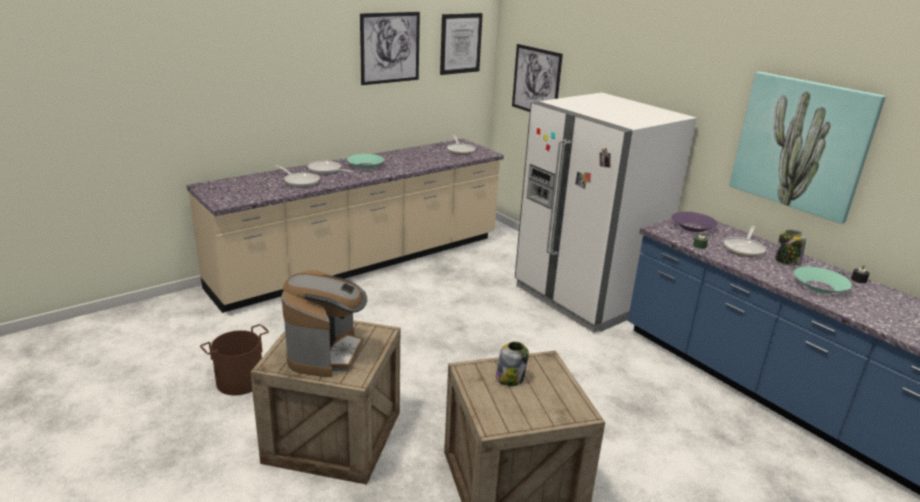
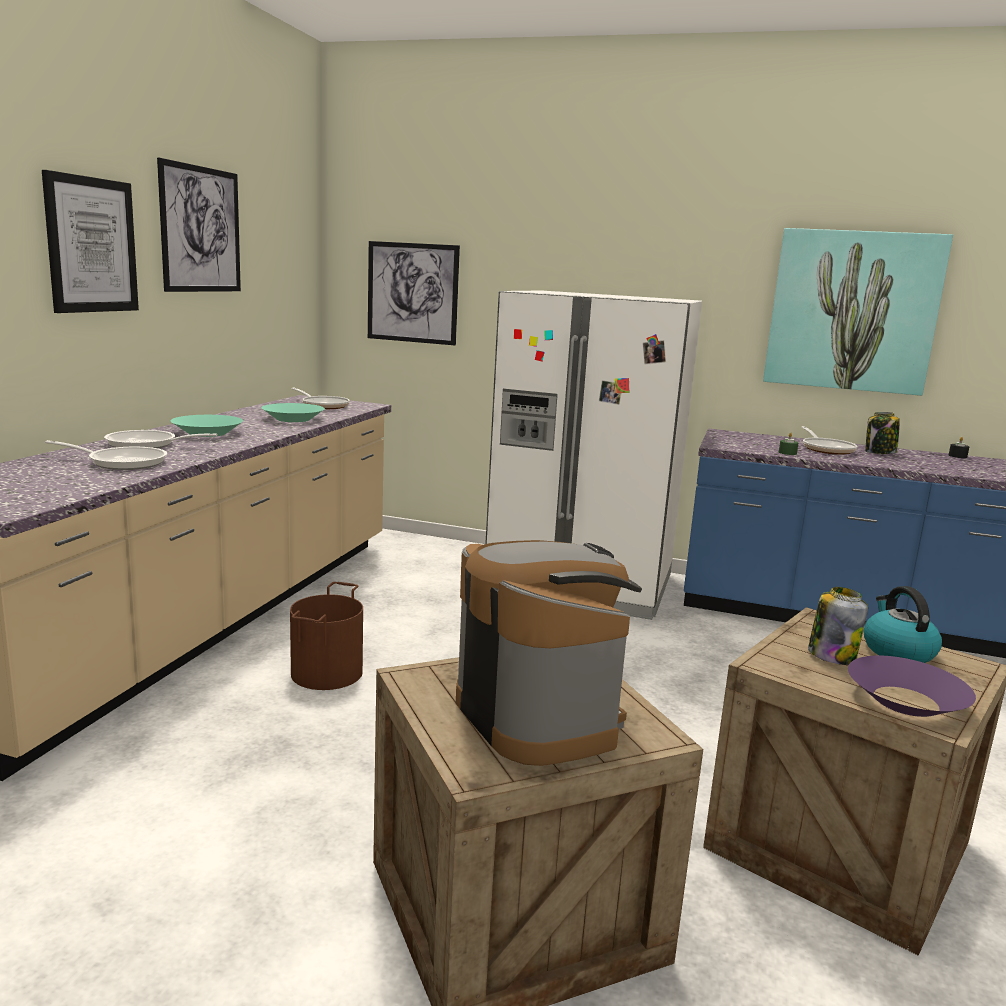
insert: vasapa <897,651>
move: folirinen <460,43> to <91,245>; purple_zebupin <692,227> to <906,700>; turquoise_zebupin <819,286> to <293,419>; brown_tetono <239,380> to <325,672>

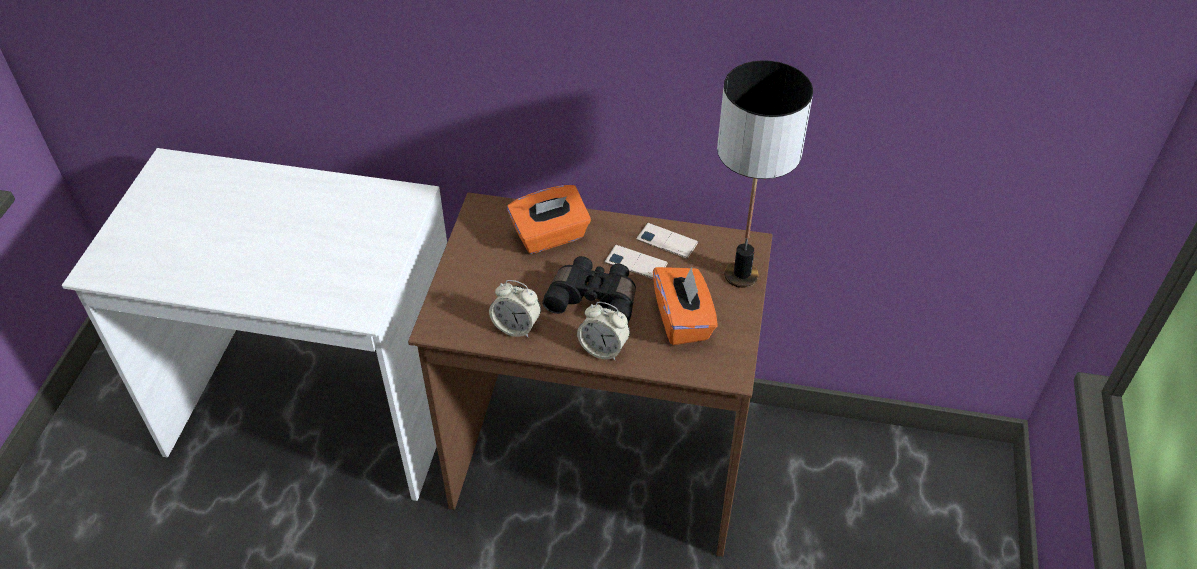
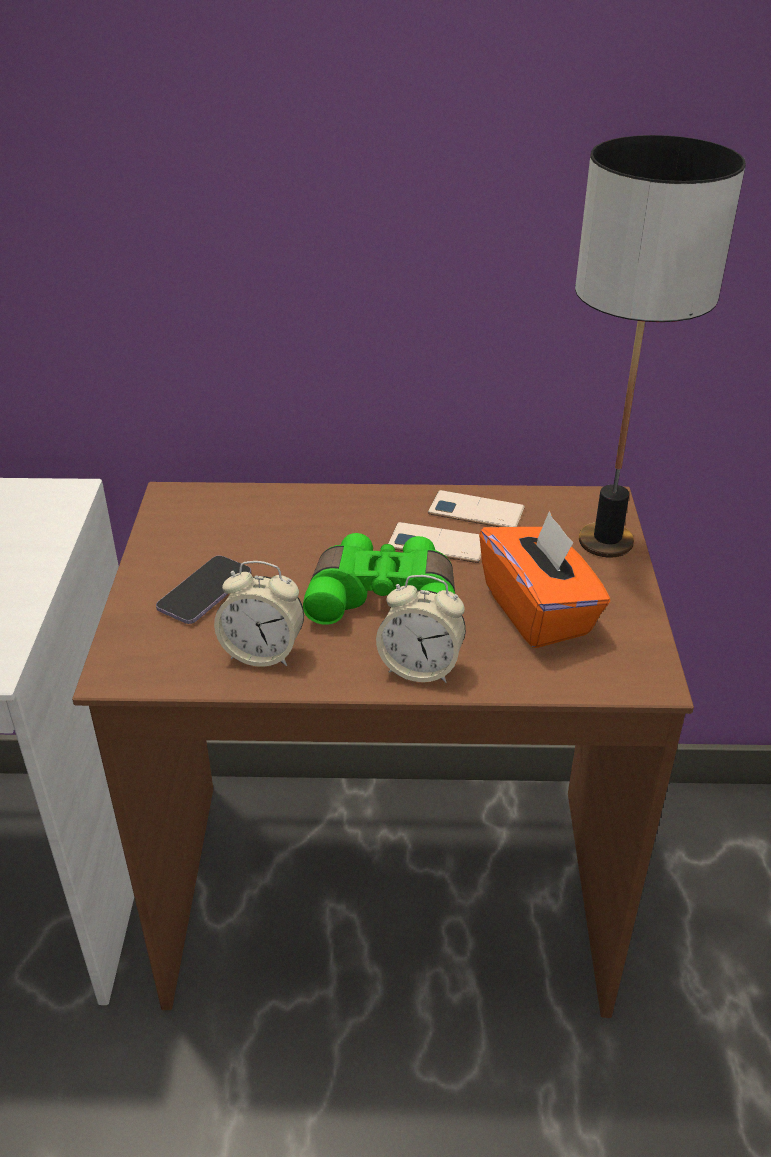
delete: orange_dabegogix <550,236>
insert: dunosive <205,592>
recolor: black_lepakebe <594,298> to green_lepakebe <384,597>

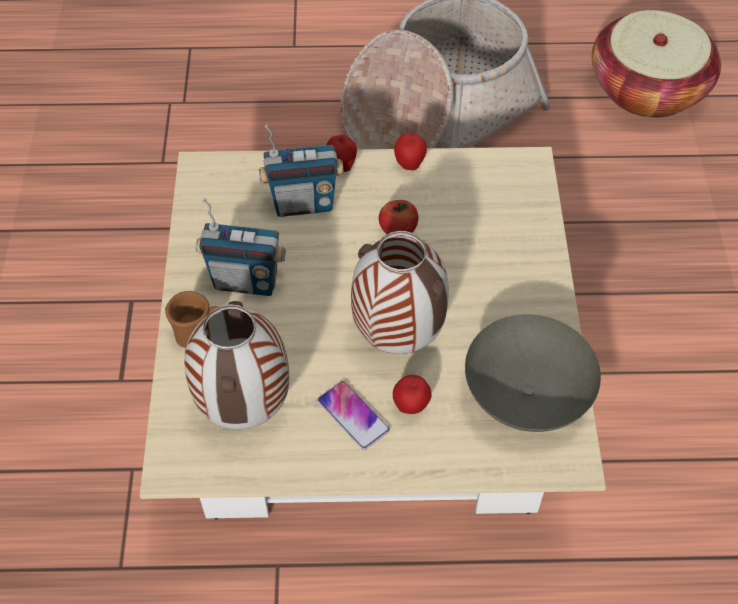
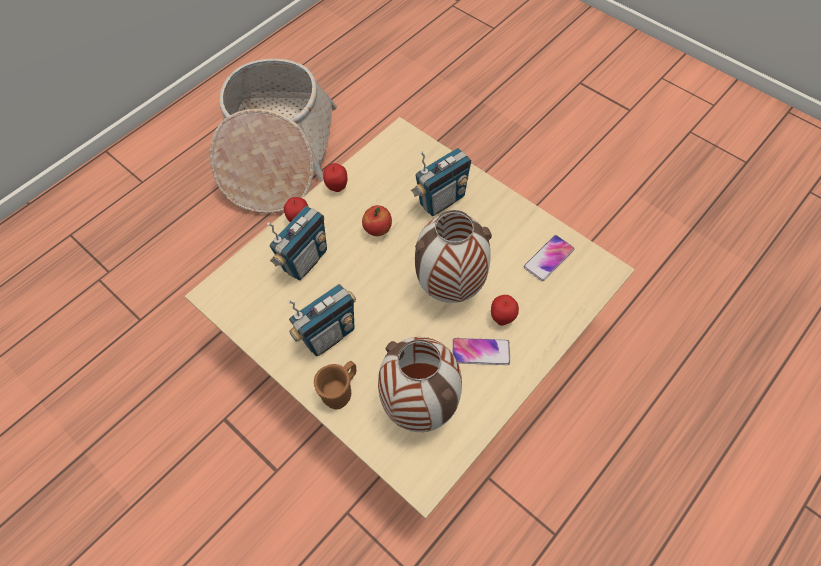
delete: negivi <647,89>
insert: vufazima <441,200>
replace: grey_zebupin <527,397> to dunosive <548,258>

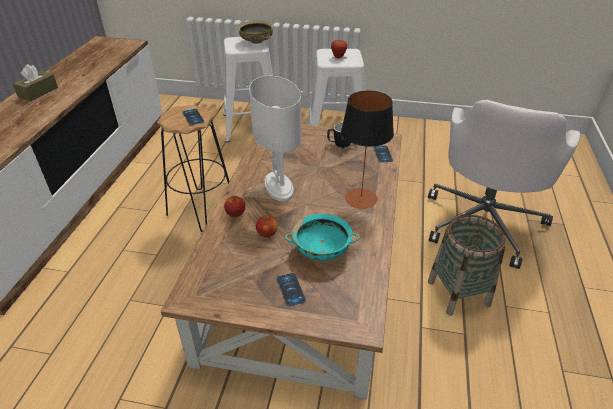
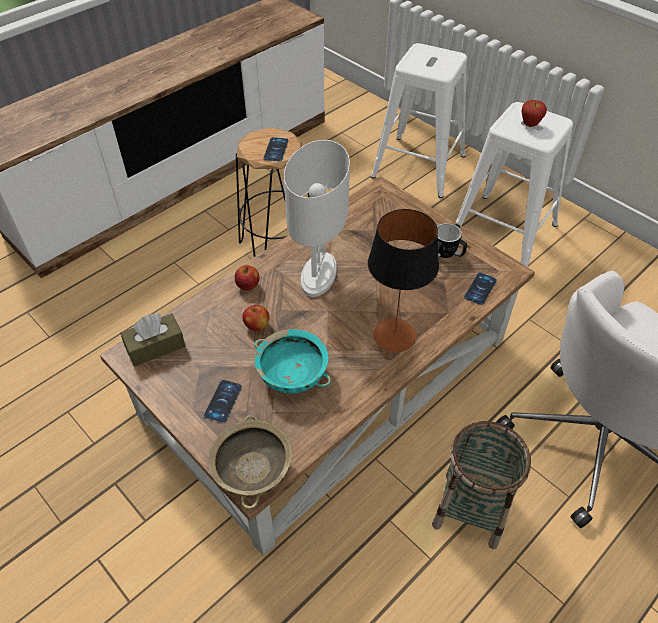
move: beige_zebupin <256,41> to <253,472>; brown_dabegogix <38,92> to <155,346>

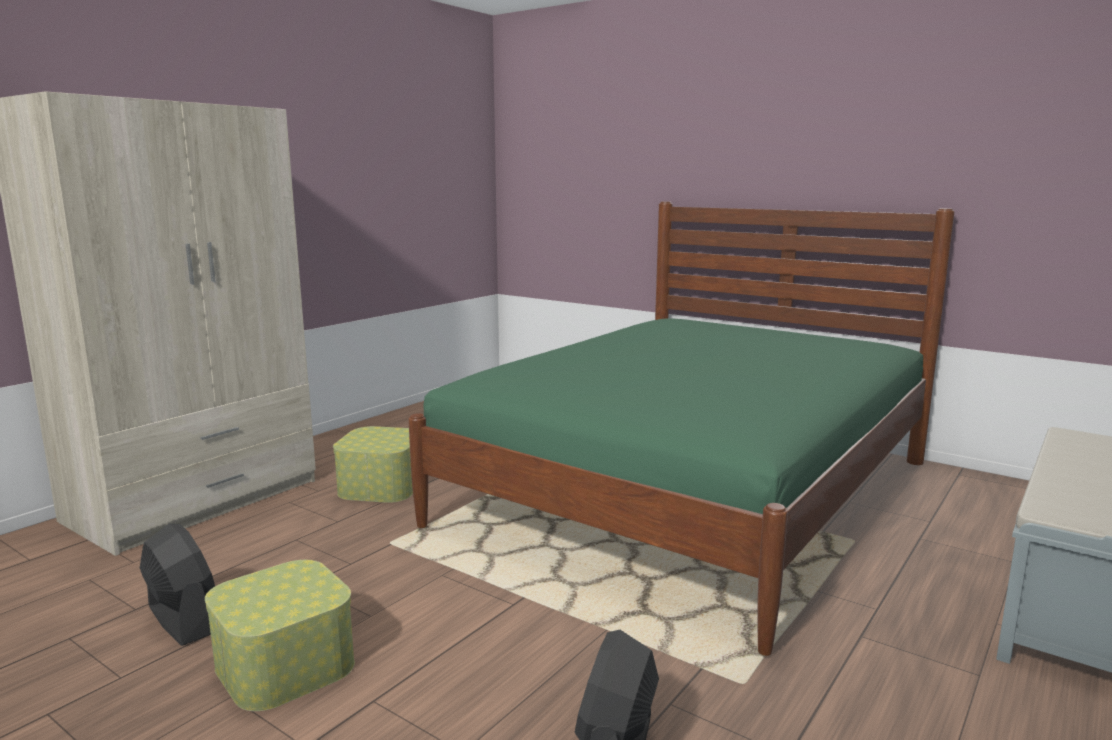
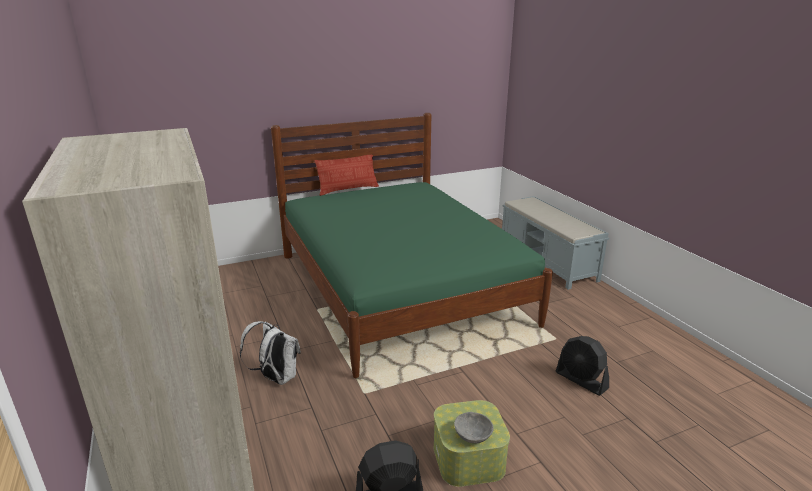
insert: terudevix <348,189>; grey_zebupin <472,435>
replace: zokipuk <381,486> to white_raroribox <276,378>

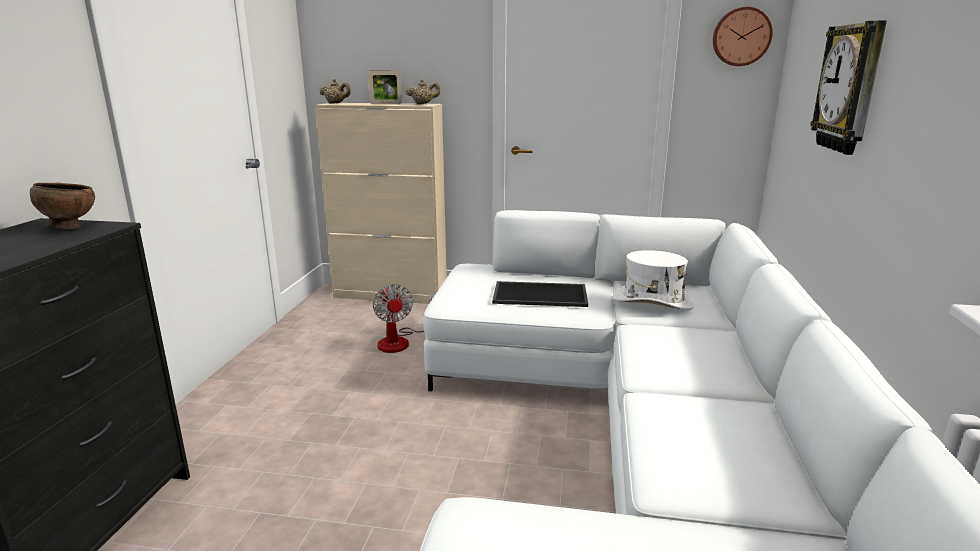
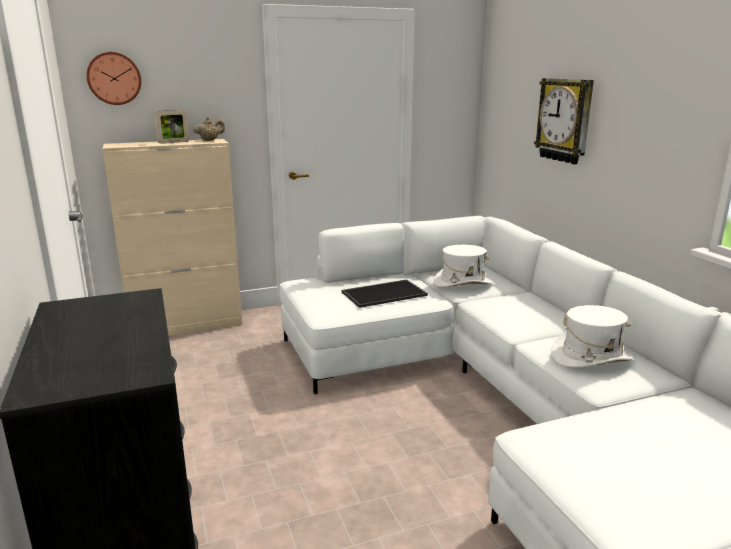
delete: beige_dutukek <336,103>; brown_zebupin <70,228>; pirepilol <401,341>
insert: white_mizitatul <591,358>
move: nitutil <741,37> to <114,78>

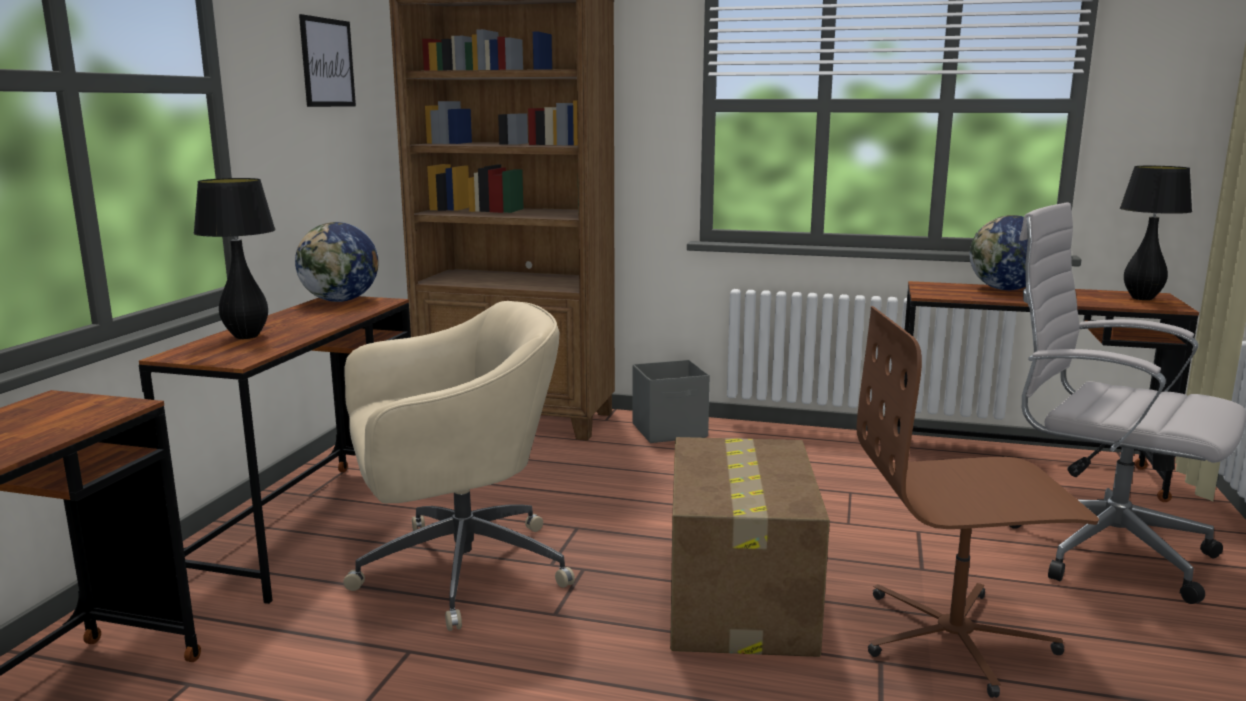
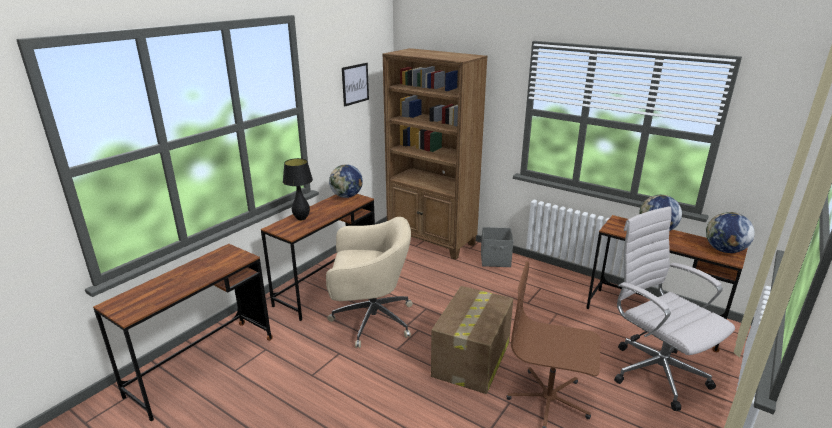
replace: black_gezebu <1142,298> to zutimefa <724,250>

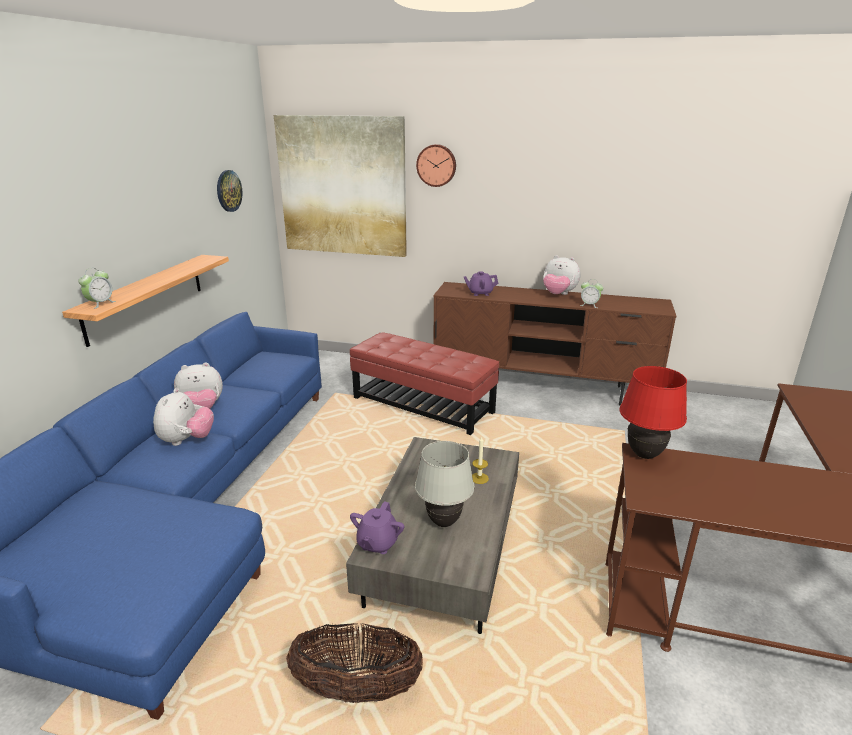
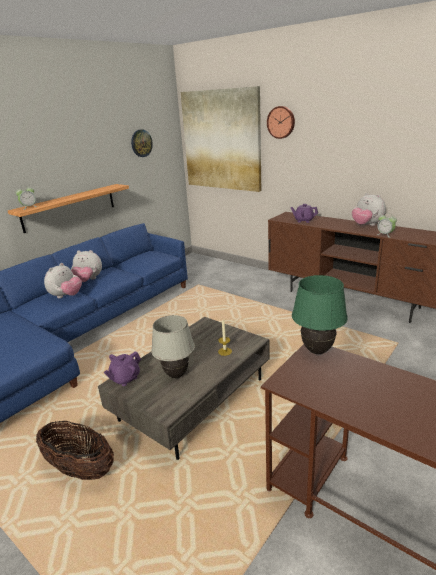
delete: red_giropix <423,405>
recolor: red_gezebu <644,454> to green_gezebu <317,350>

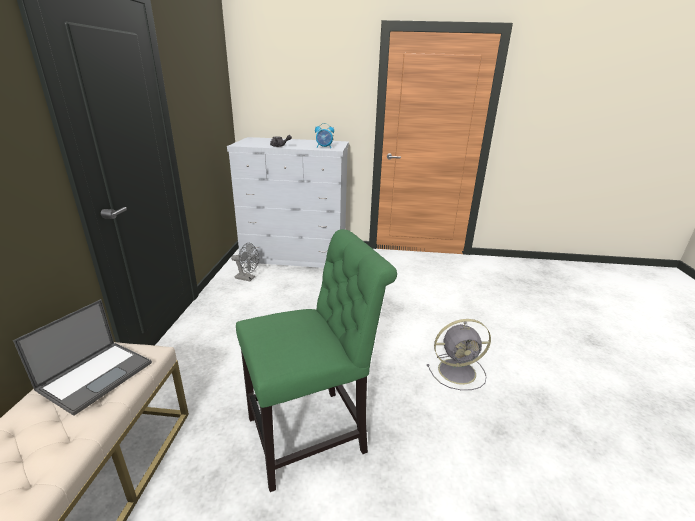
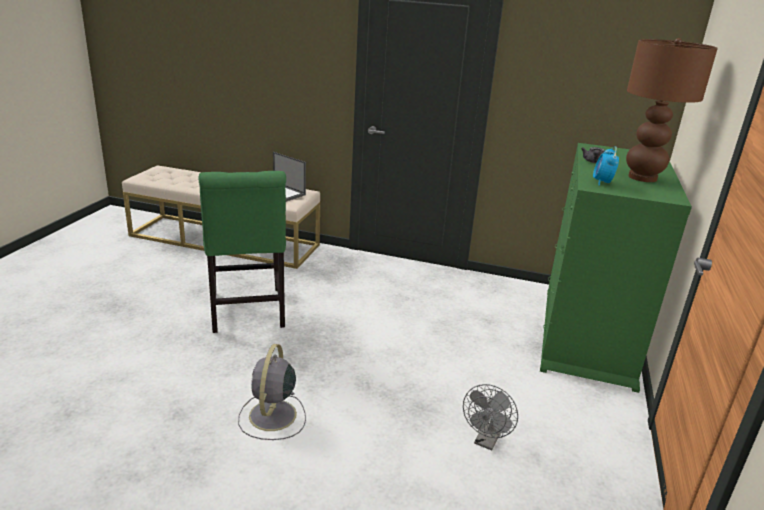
insert: brown_gezebu <643,178>
move: grey_pirepilol <248,278> to <486,441>
recolor: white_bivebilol <296,255> to green_bivebilol <587,336>

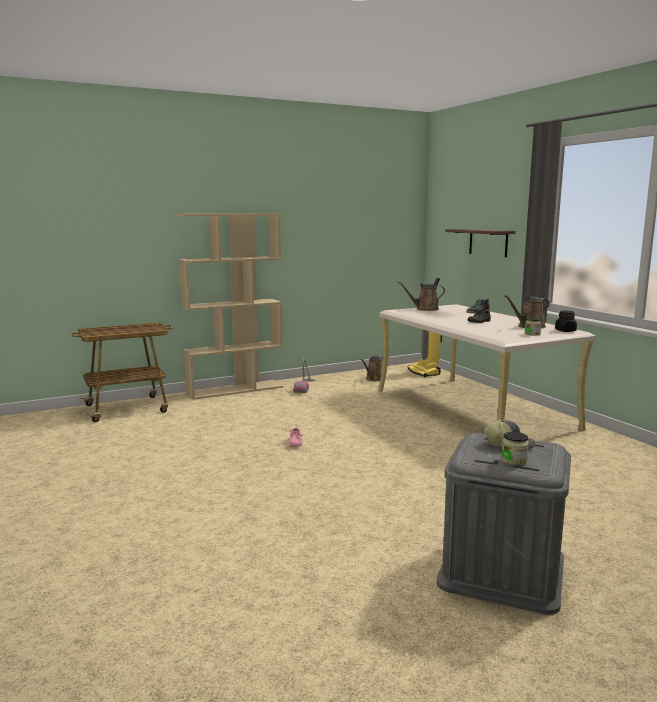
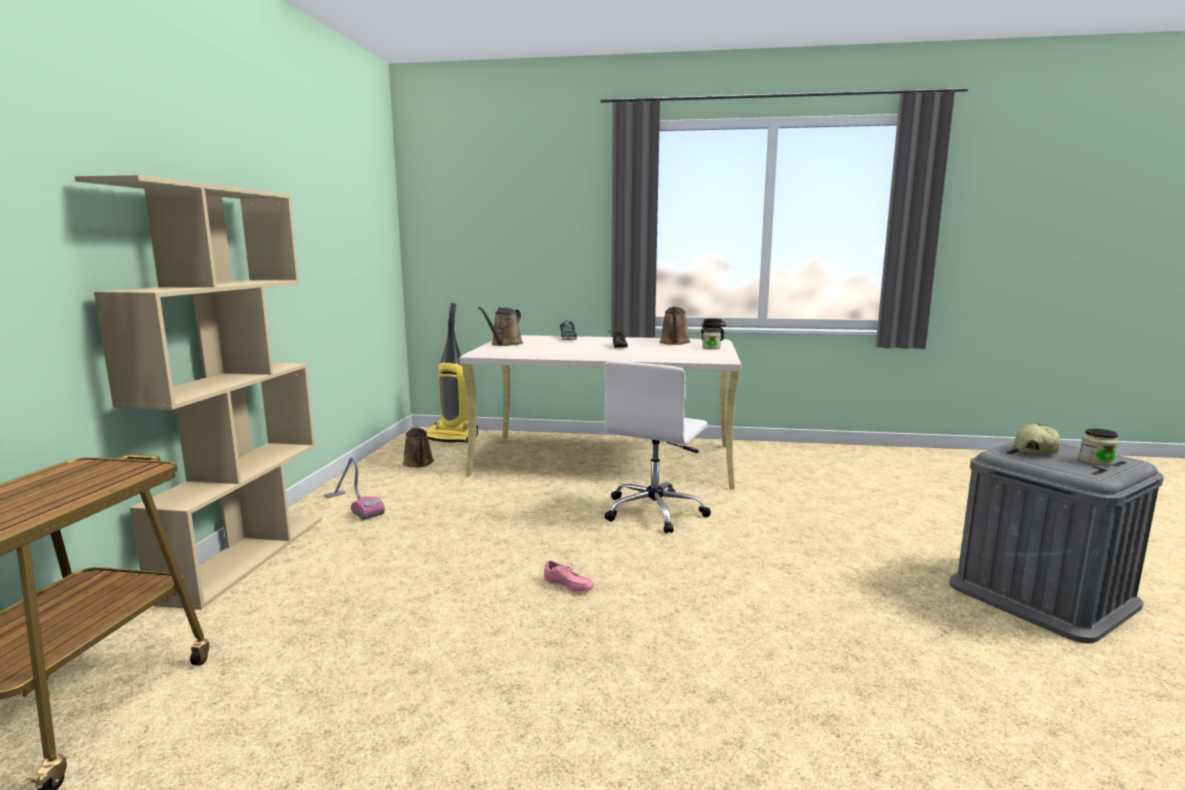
delete: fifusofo <488,242>
insert: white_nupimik <655,511>

